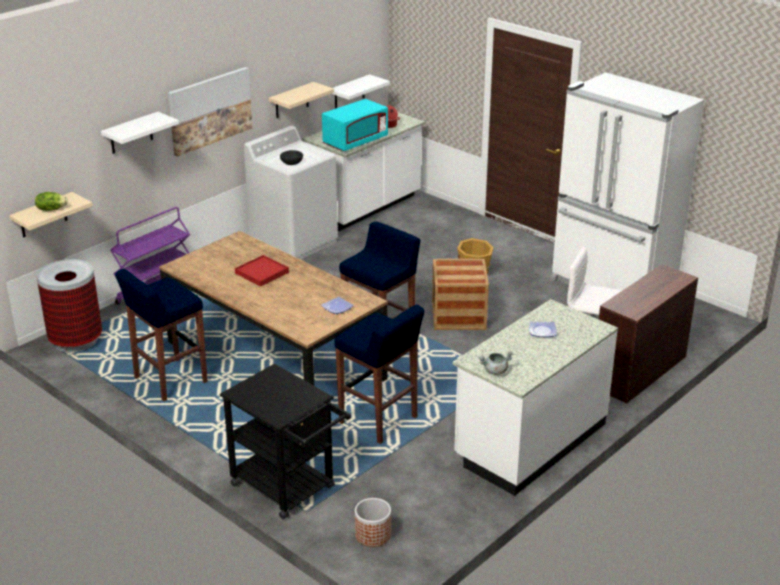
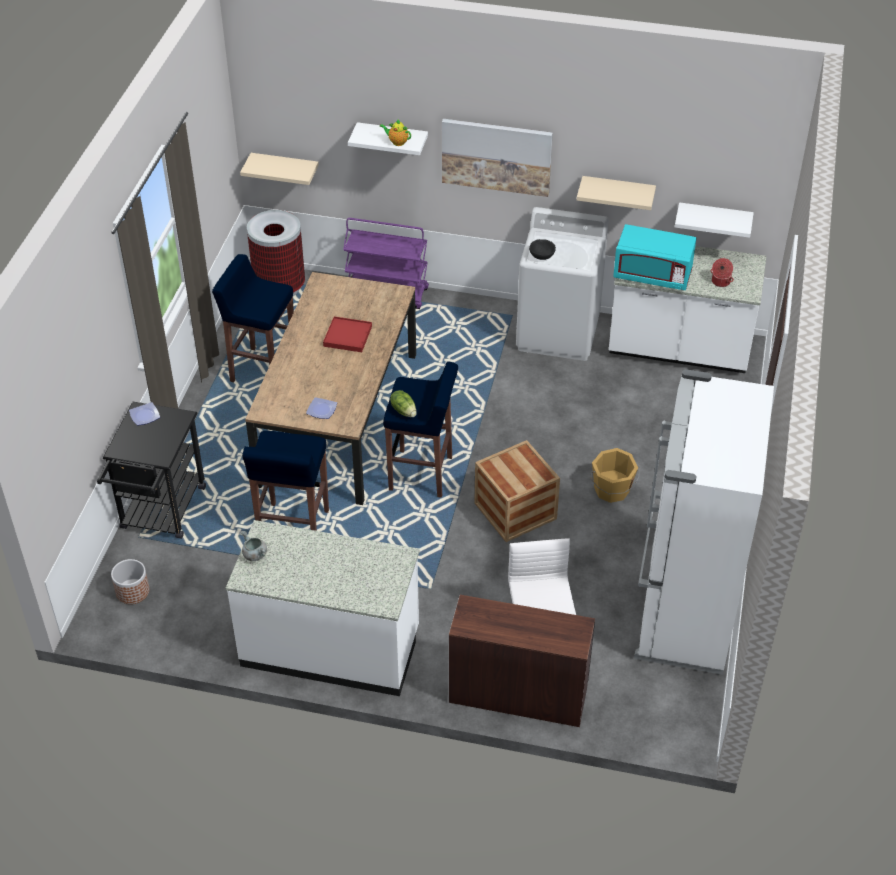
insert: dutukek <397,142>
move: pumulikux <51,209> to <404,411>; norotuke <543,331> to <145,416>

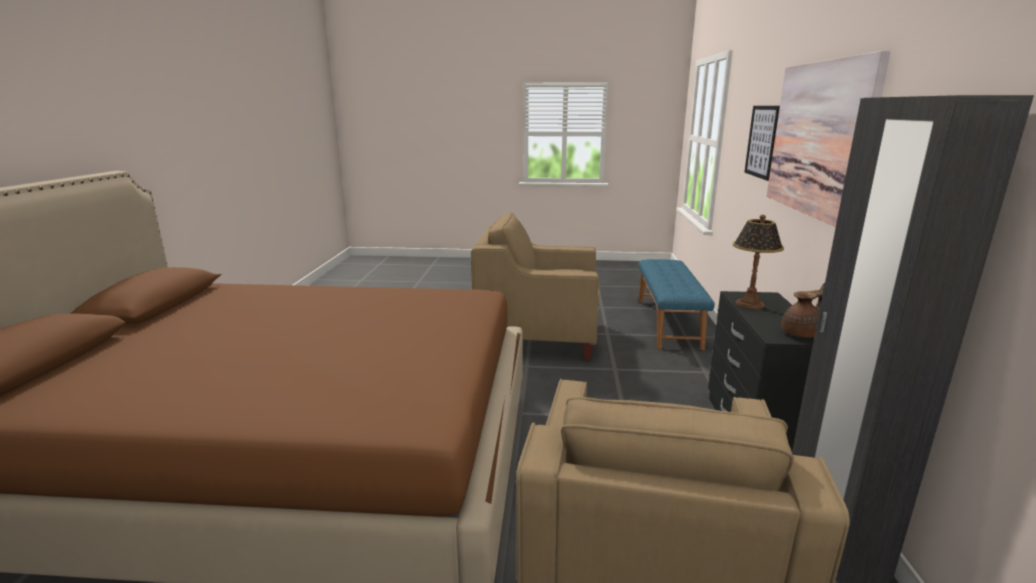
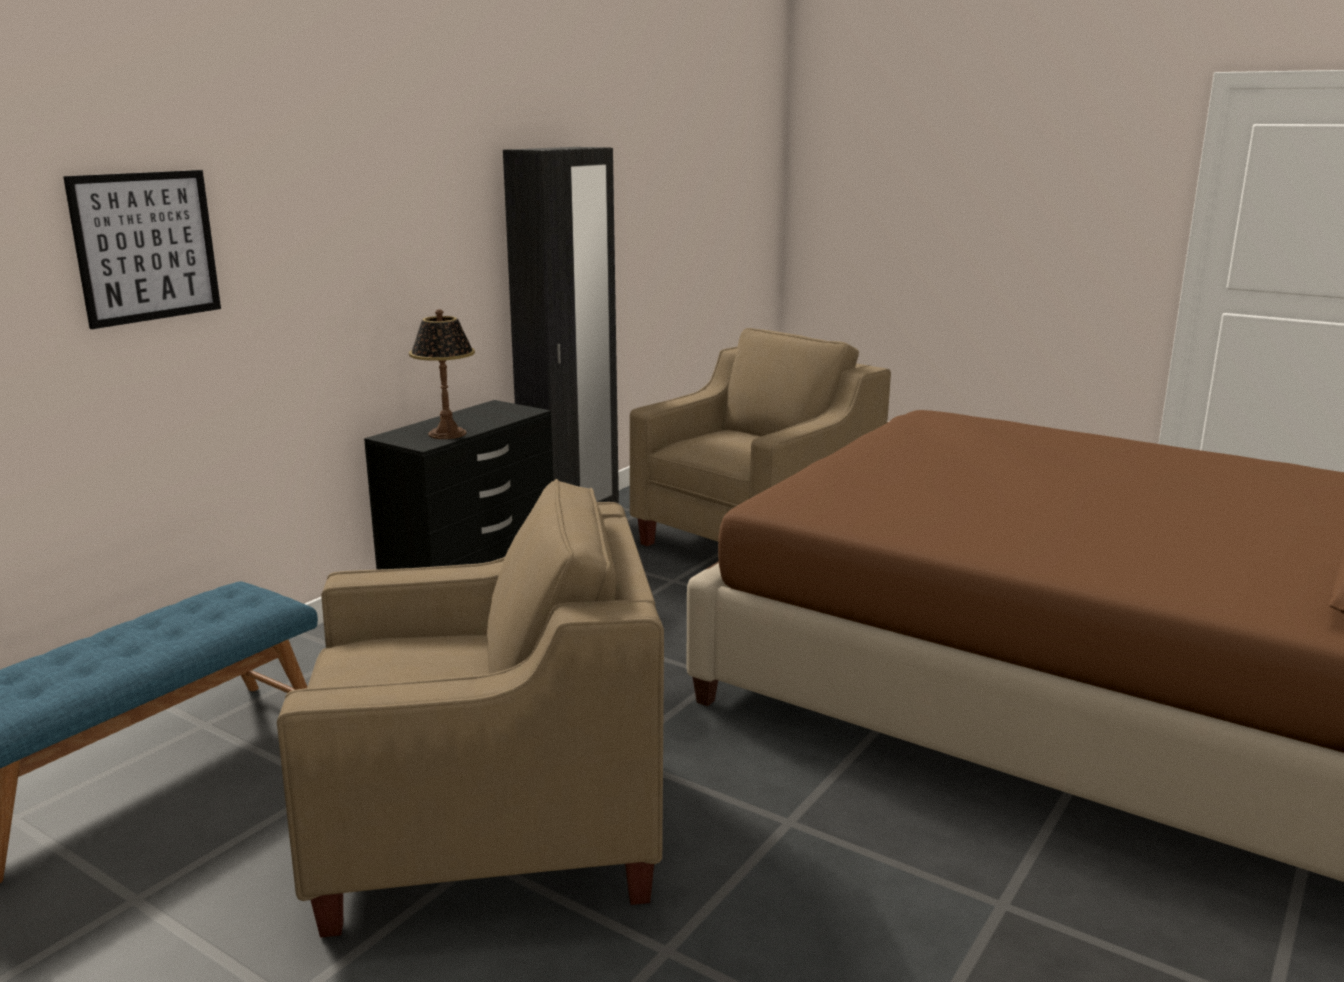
delete: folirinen <819,139>; brown_dutukek <803,333>
rotate: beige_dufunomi <538,337> = <488,831> 45 degrees counterclockwise

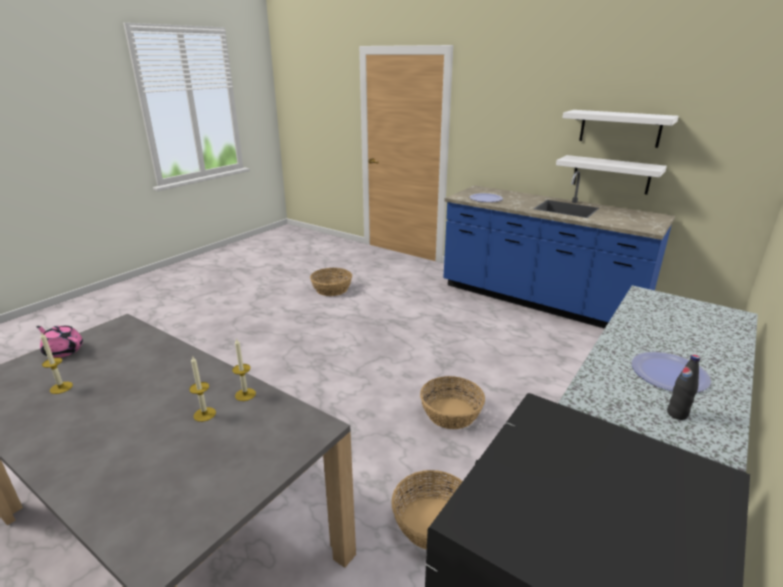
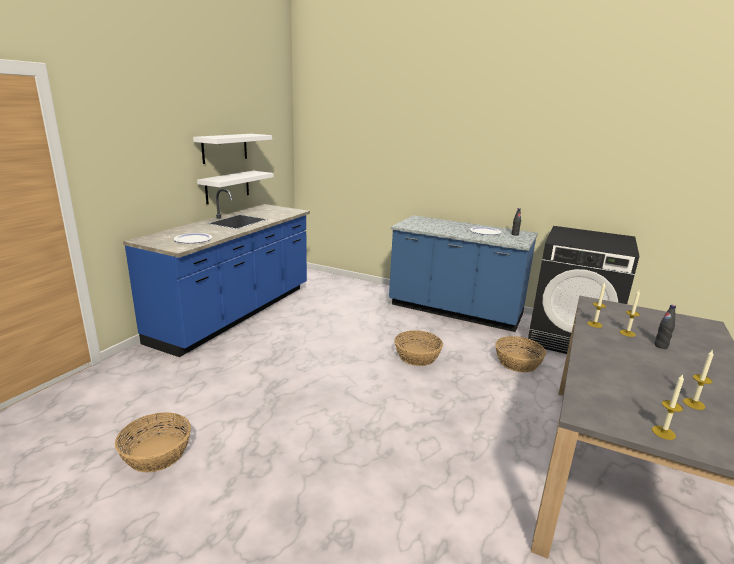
insert: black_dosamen <661,346>
replace: pink_dutukek <63,351> to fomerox <663,432>

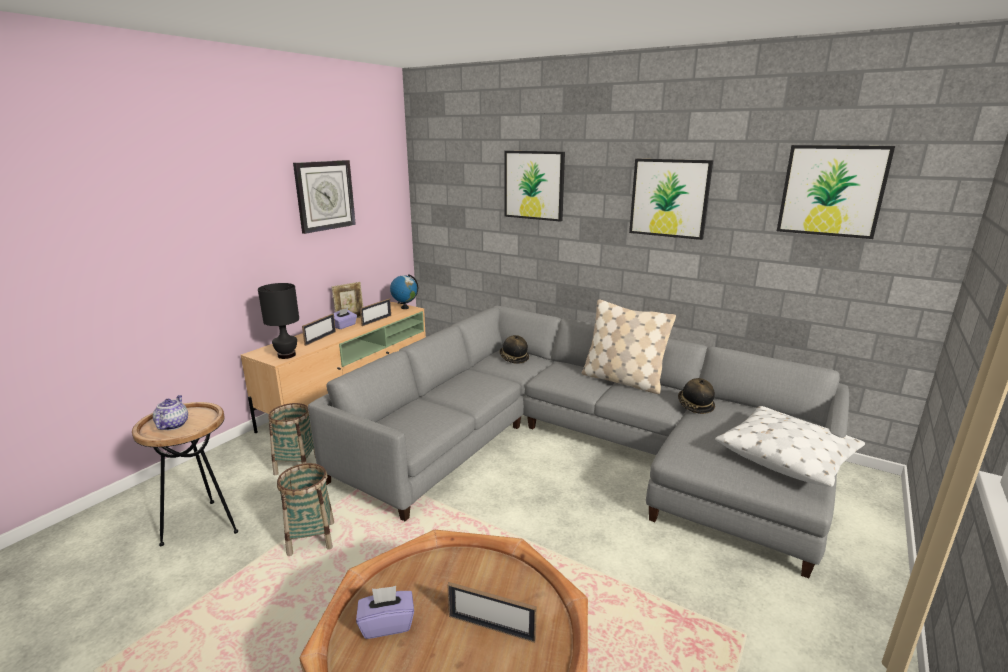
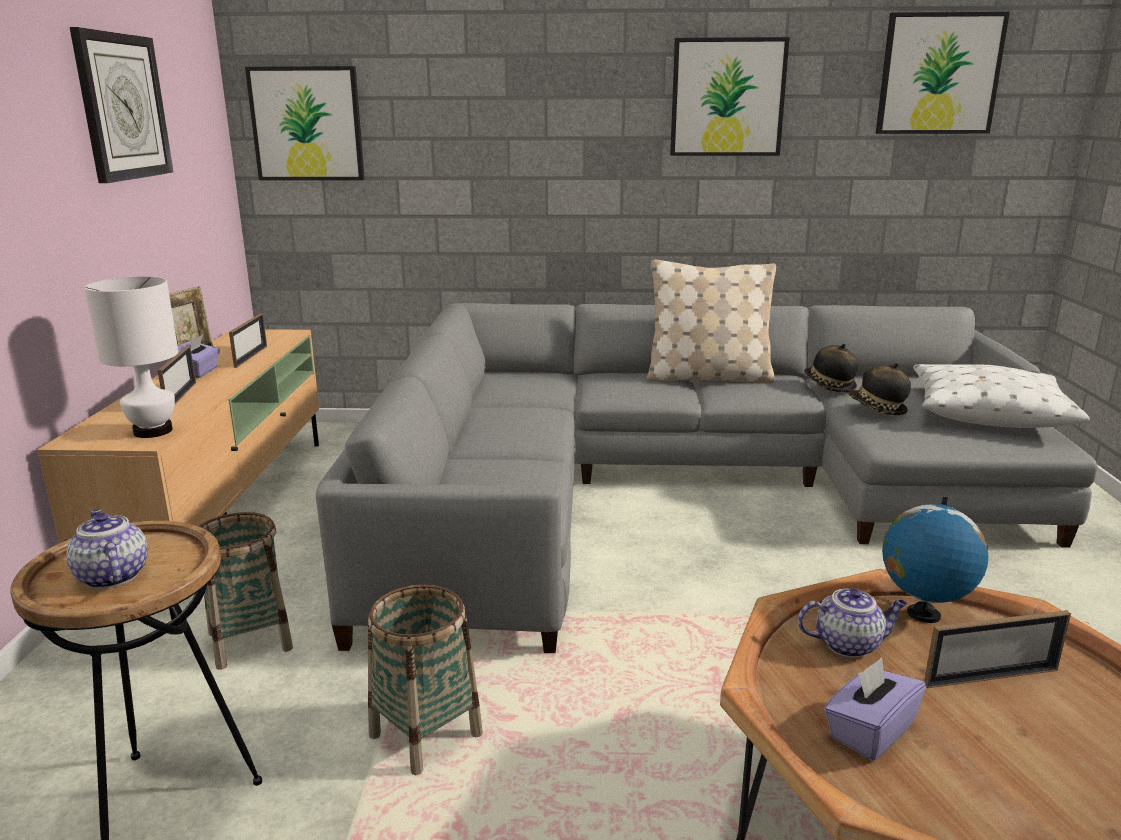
insert: dutukek <849,644>
move: folirinen <534,185> to <307,124>; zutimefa <405,307> to <923,614>; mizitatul <513,358> to <876,409>
recolor: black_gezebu <287,355> to white_gezebu <154,431>

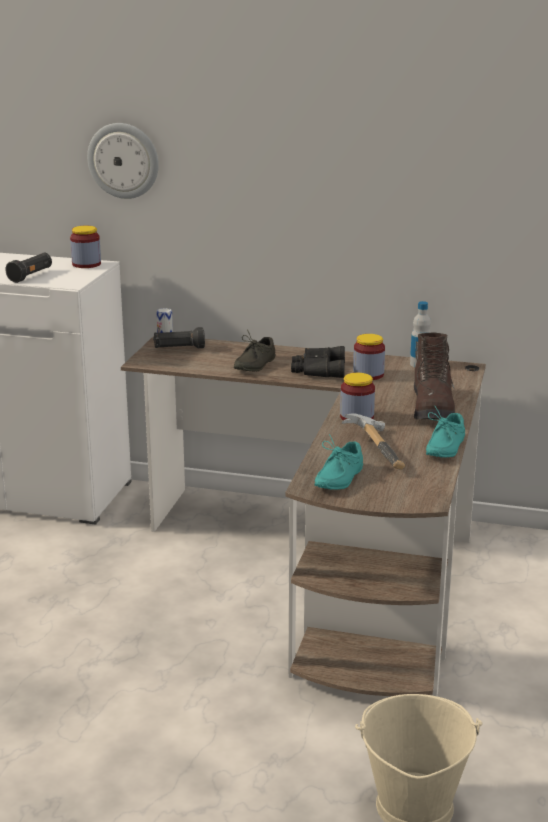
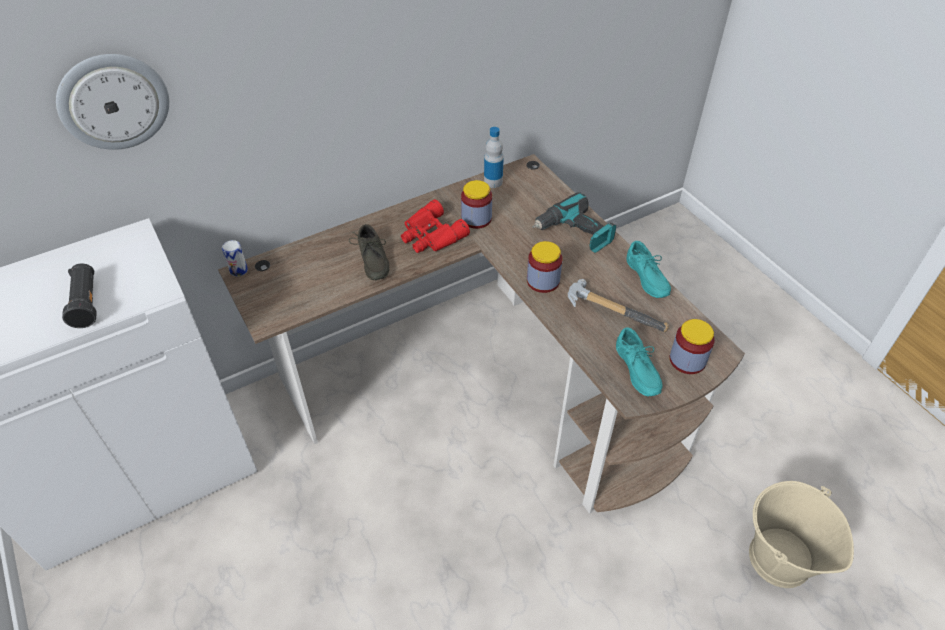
delete: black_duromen <179,348>
move: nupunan <86,264> to <687,360>
replace: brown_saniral <432,408> to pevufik <574,233>
recolor: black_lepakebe <317,369> to red_lepakebe <431,236>

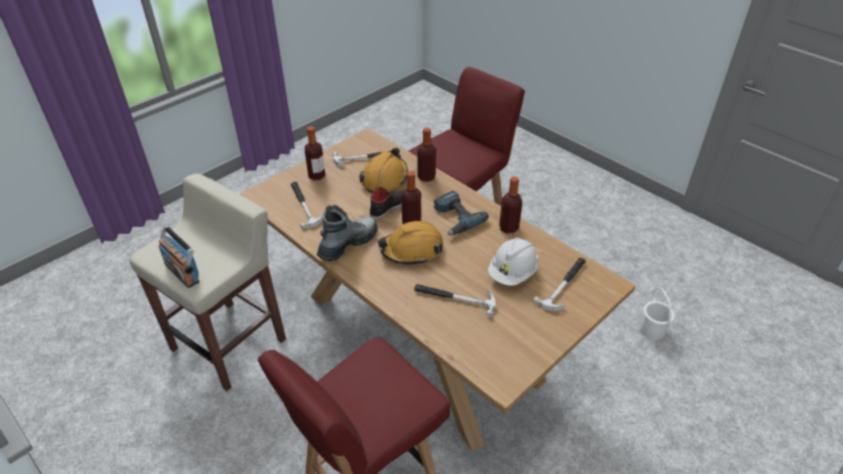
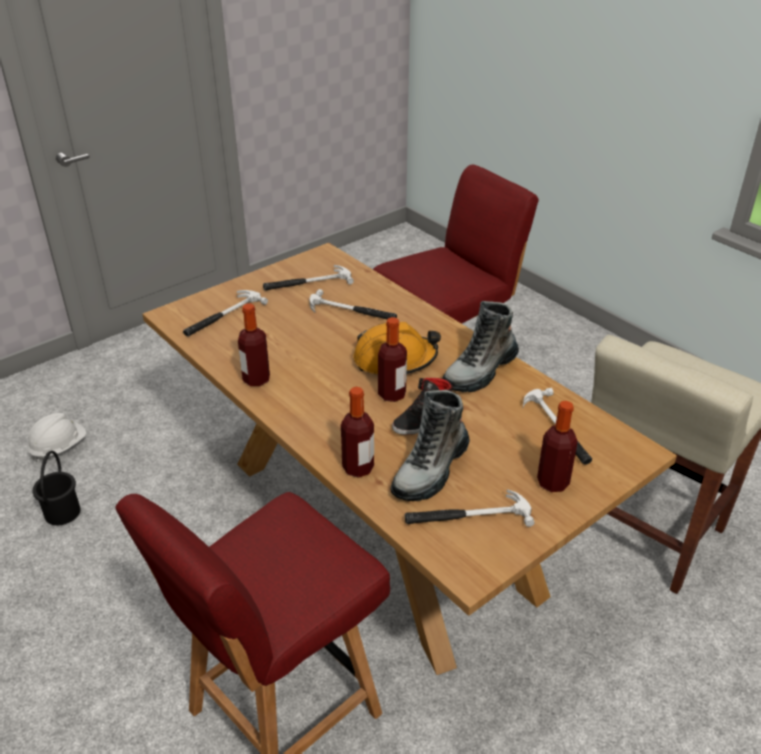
delete: pevufik <455,218>; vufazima <182,272>
insert: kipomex <307,283>
move: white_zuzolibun <513,273> to <59,447>
replace: orange_zuzolibun <384,178> to saniral <431,470>
recolor: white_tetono <652,330> to black_tetono <63,512>

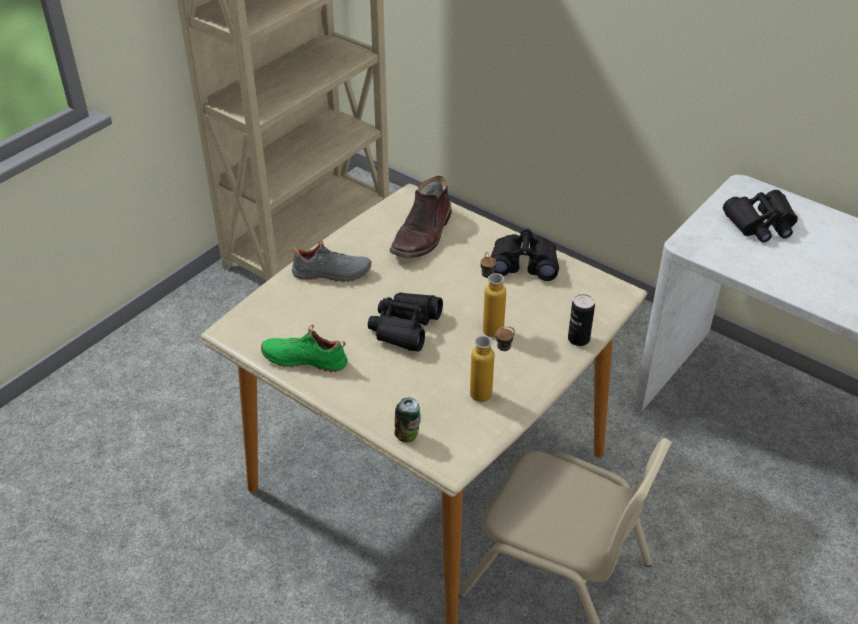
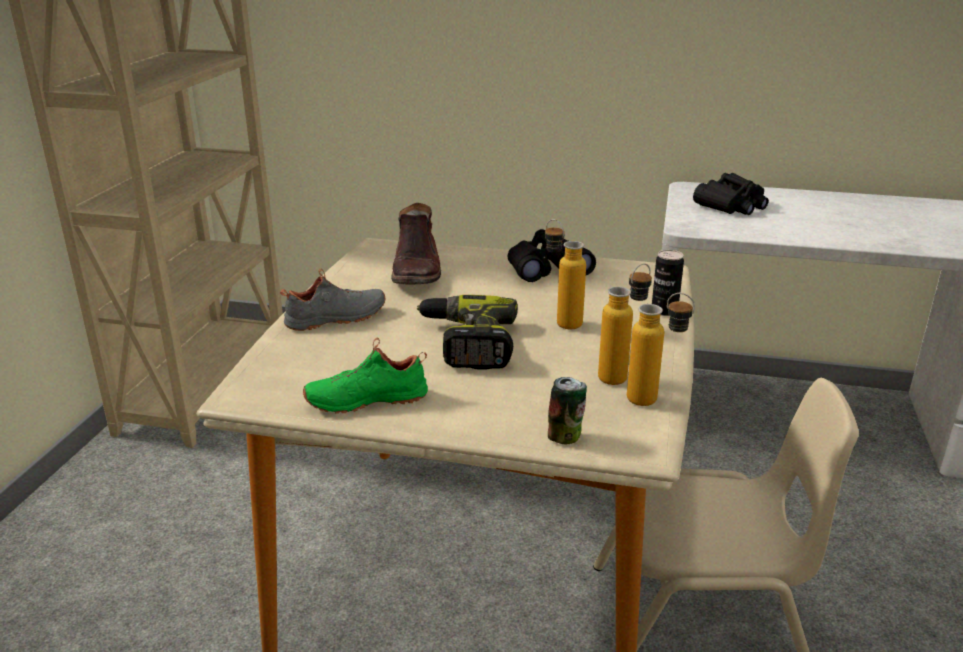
insert: dosamen <654,402>
replace: black_lepakebe <405,327> to pevufik <466,343>

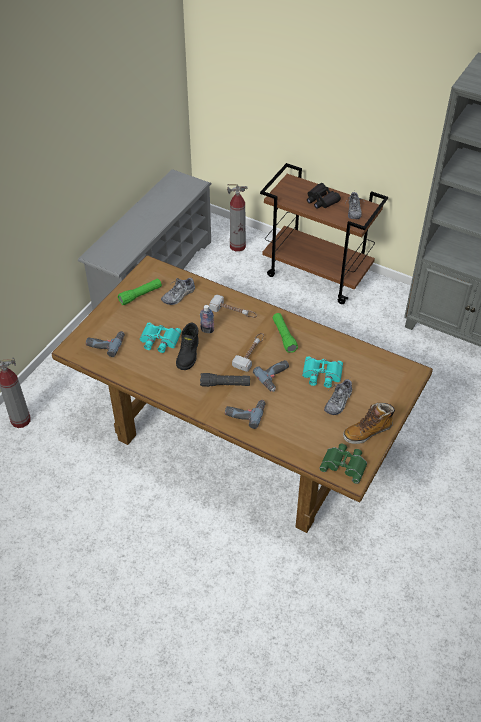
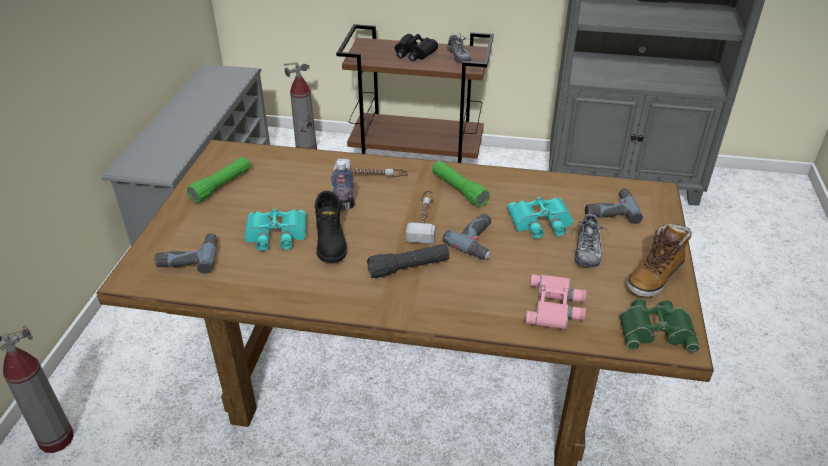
delete: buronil <178,296>
insert: pink_lepakebe <556,307>
move: pevufik <245,412> to <609,210>

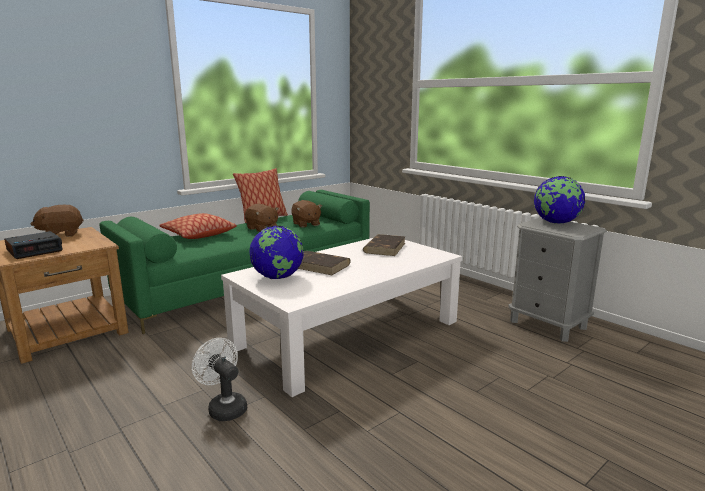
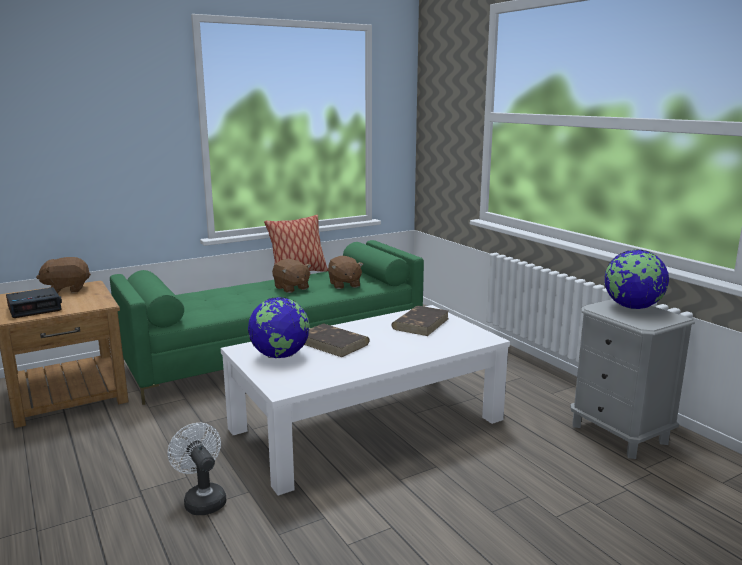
delete: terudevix <198,234>

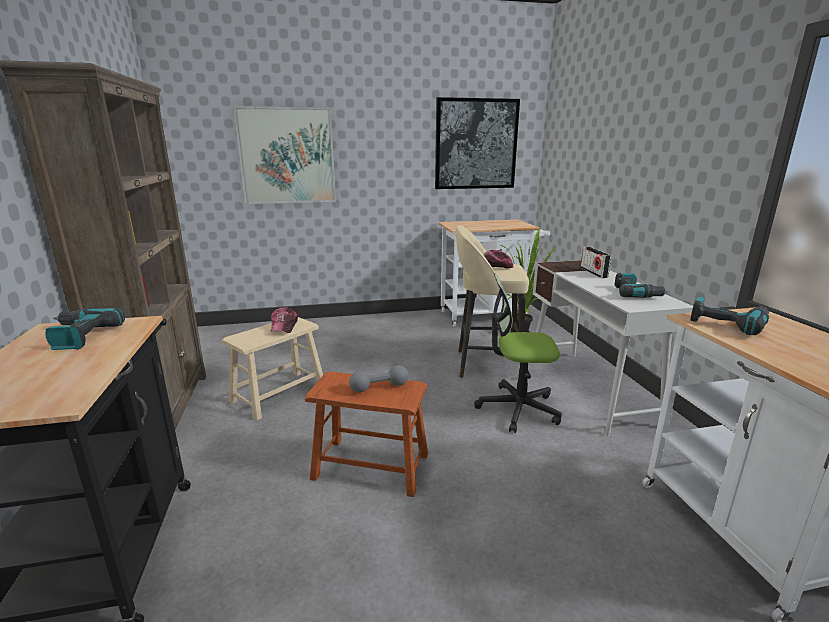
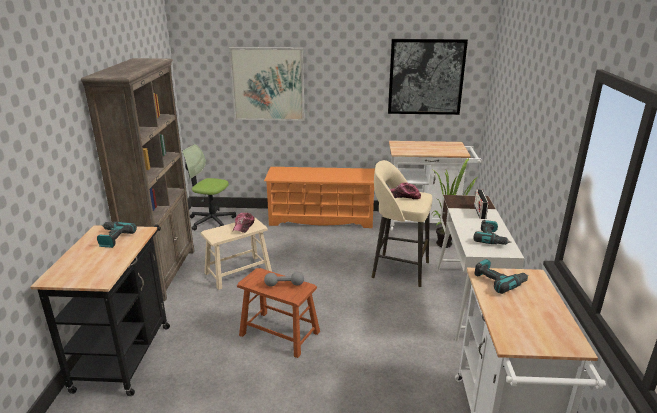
insert: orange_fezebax <321,219>
move: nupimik <517,408> to <211,220>

